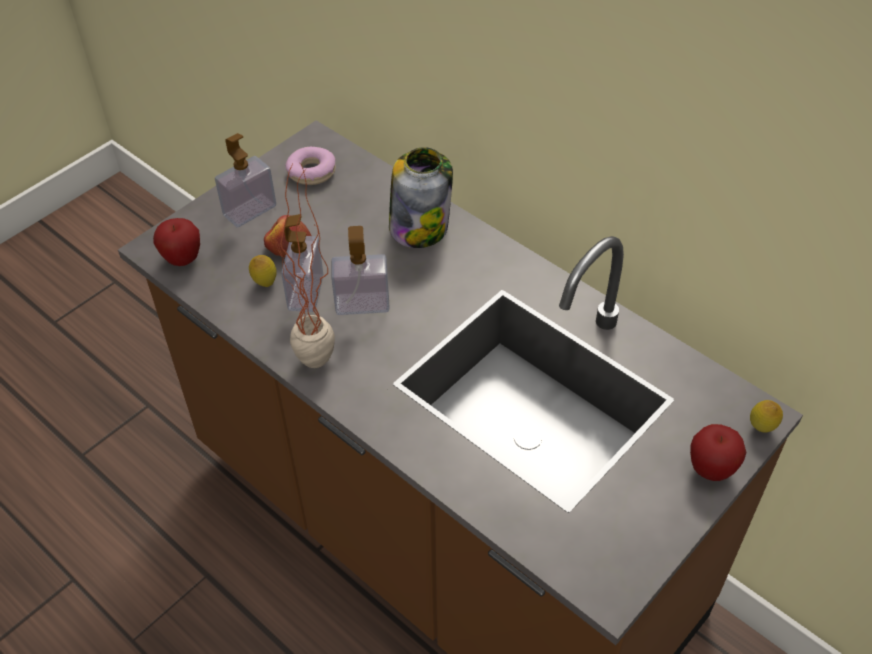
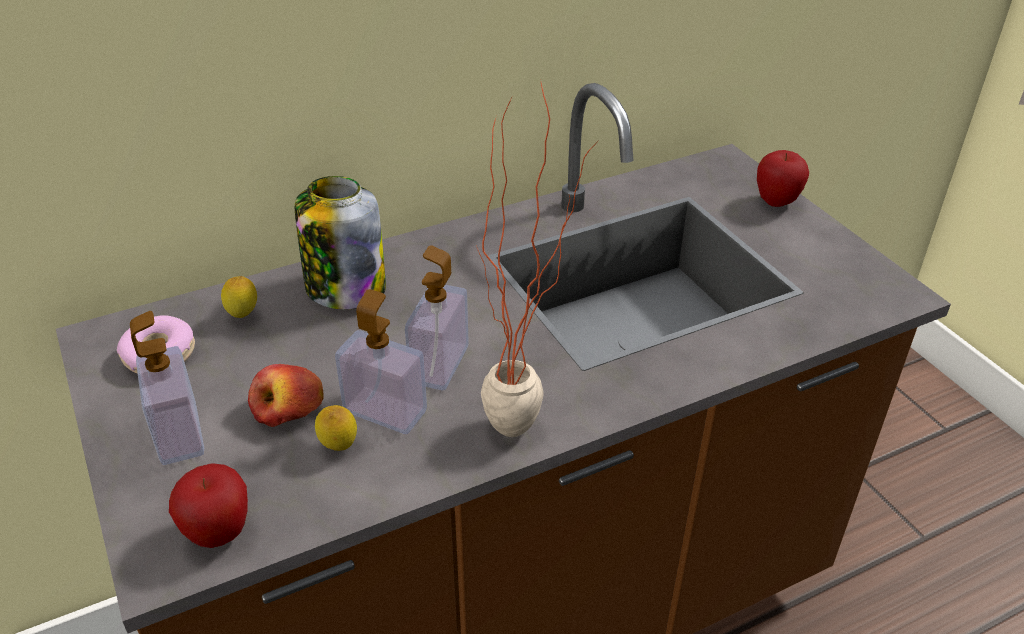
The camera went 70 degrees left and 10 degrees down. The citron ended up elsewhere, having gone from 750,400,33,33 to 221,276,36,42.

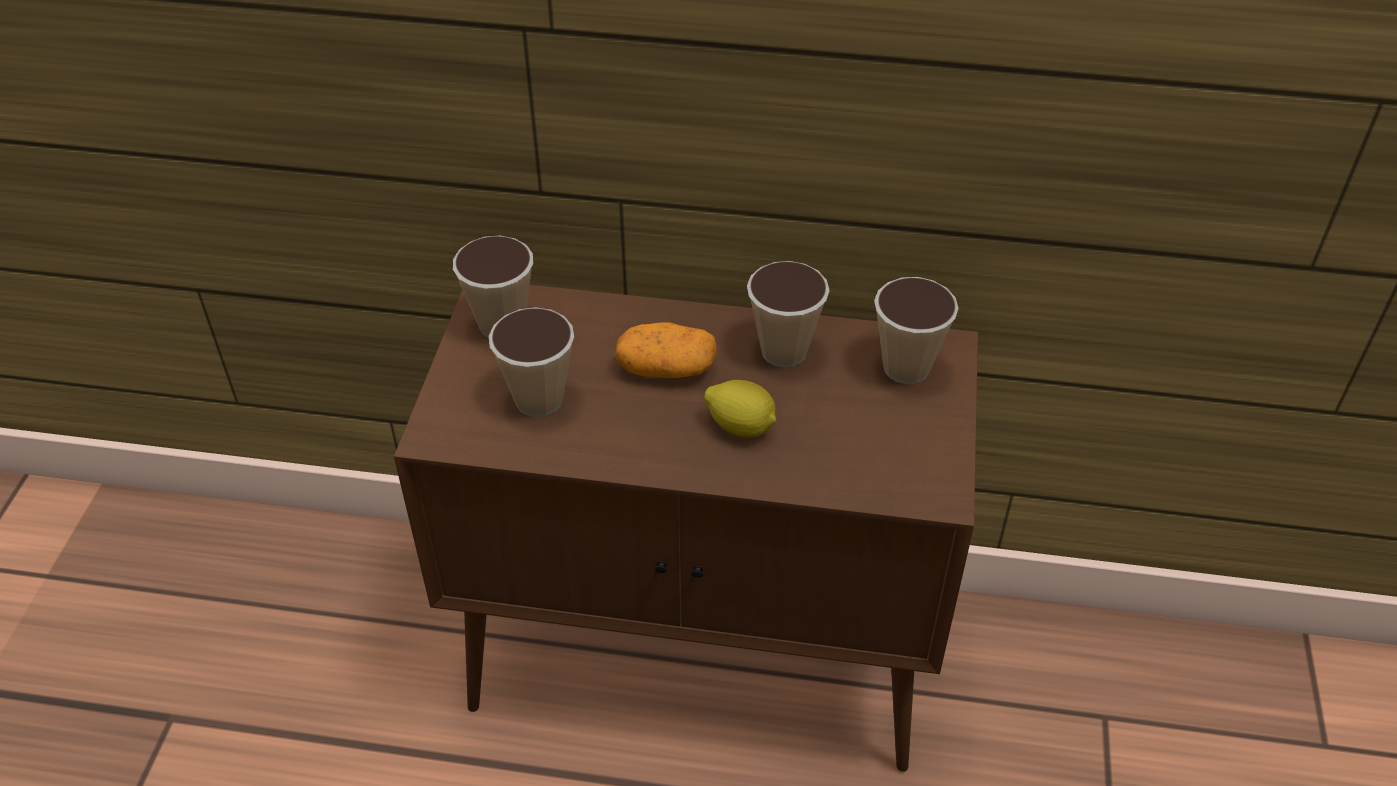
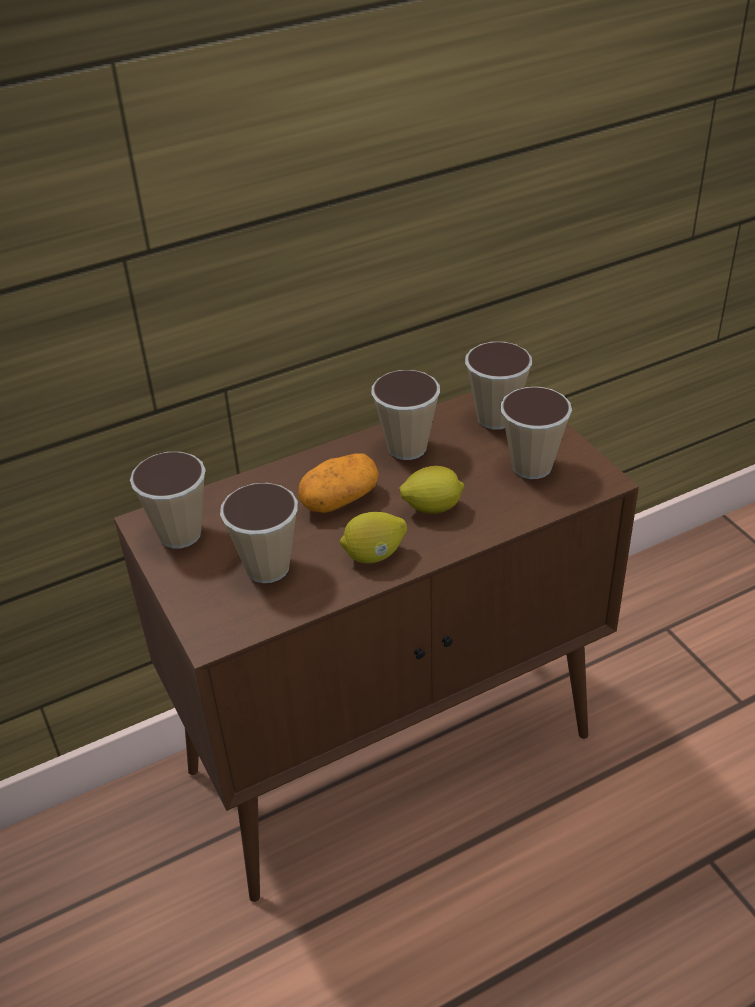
The camera went 35 degrees left and 5 degrees down. The second view gained the citron at 340,512,67,51. The second view gained the tasse at 500,387,72,92.

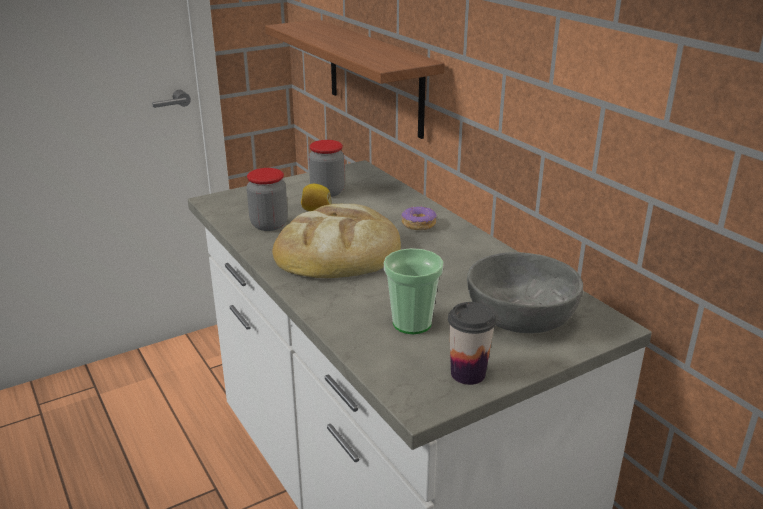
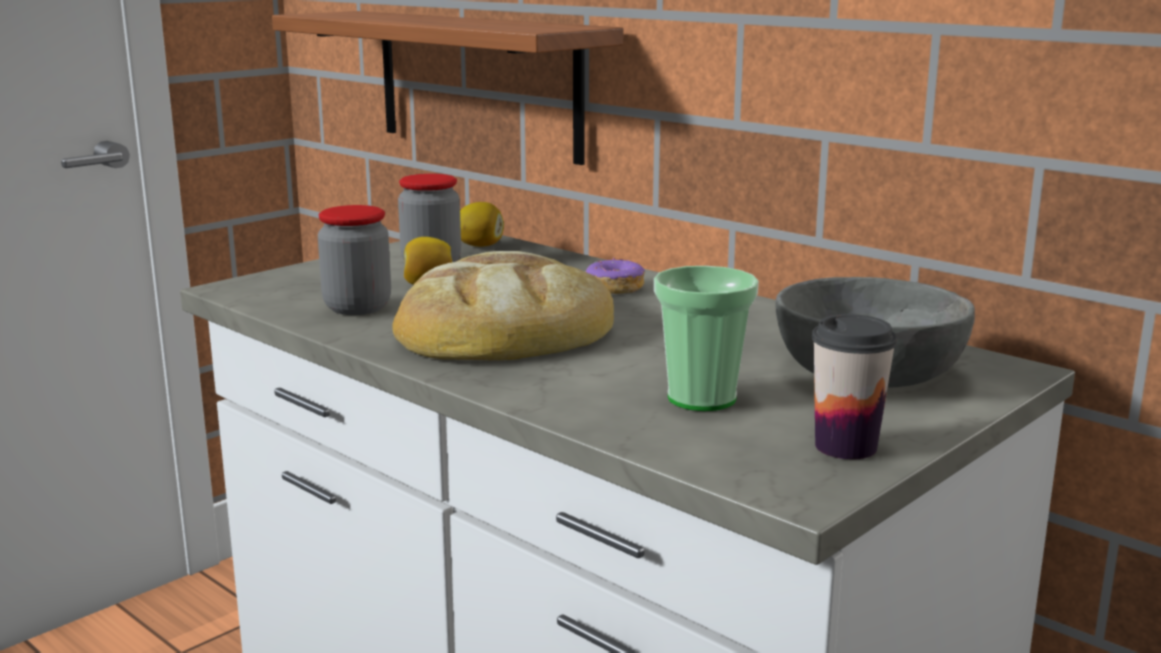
The camera went 15 degrees left and 10 degrees down. The second view gained the citron at 460,202,44,45.

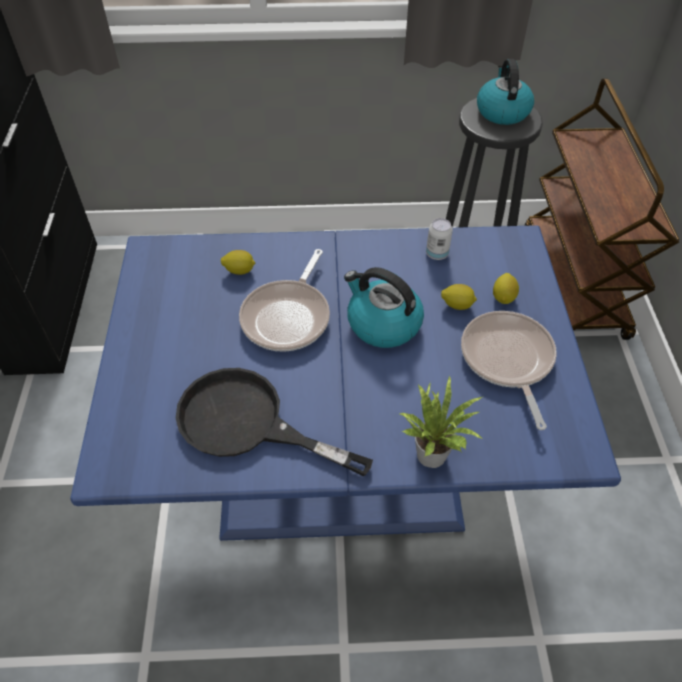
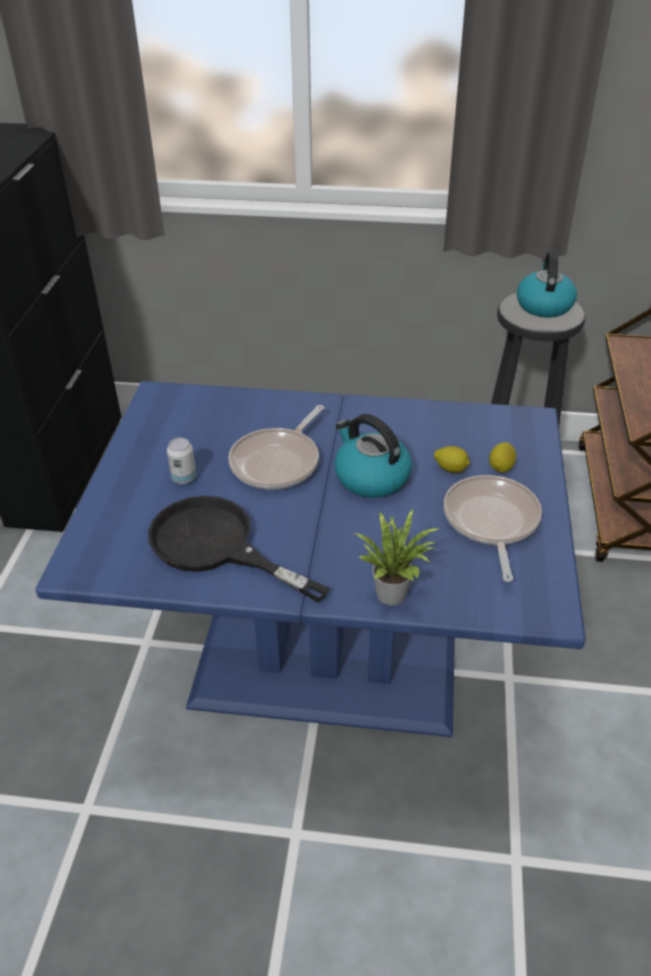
The camera went 10 degrees right and 10 degrees down. The second view lost the citron at 221,250,34,25. The boîte métallique ended up elsewhere, having gone from 426,218,27,42 to 167,438,29,46.

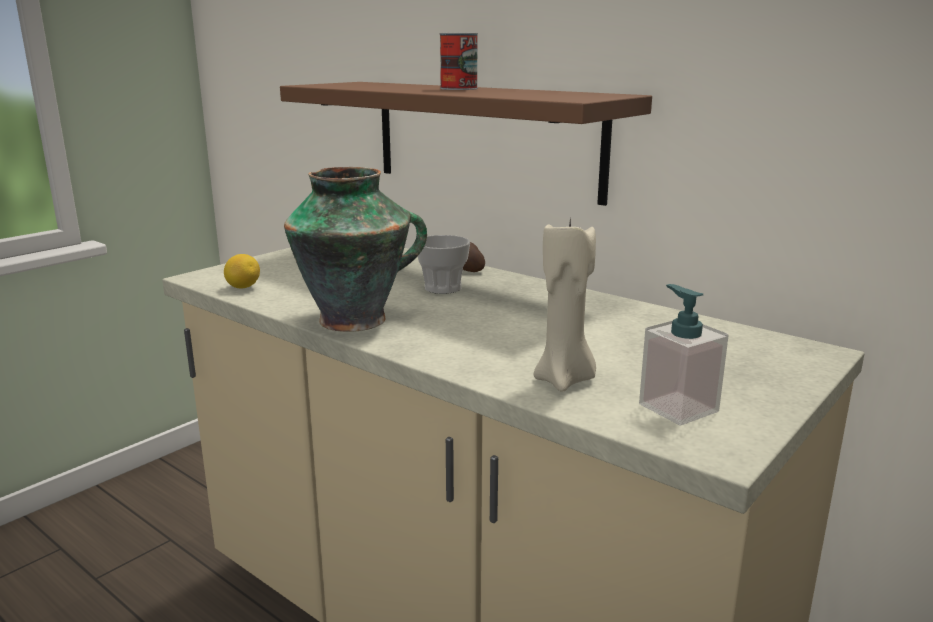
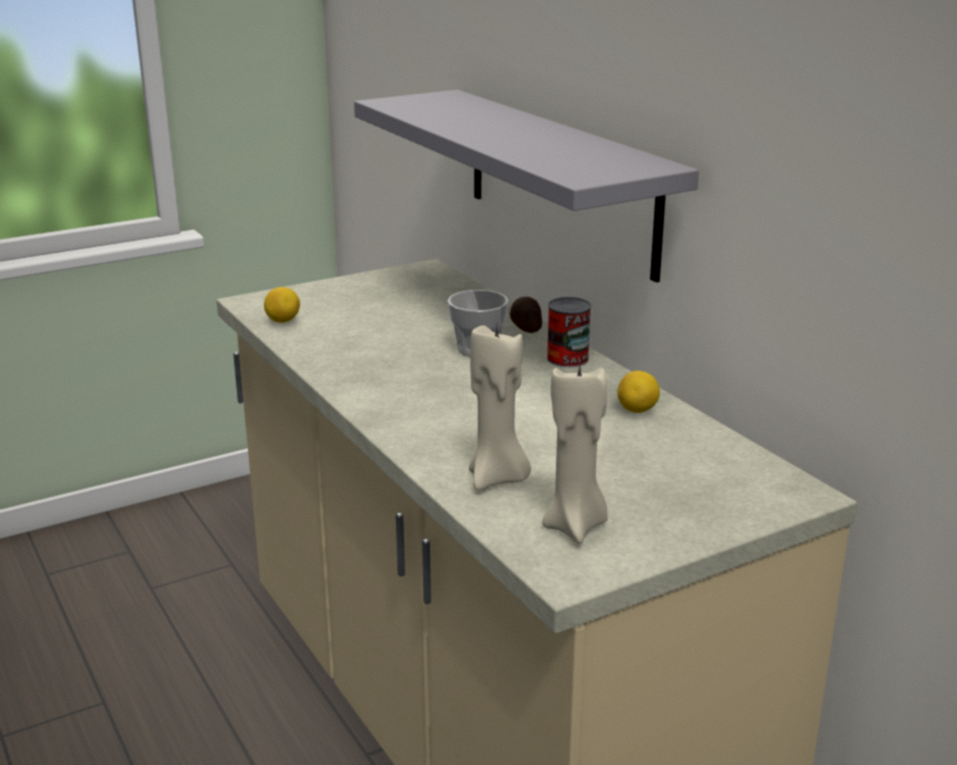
The camera went 20 degrees right and 5 degrees up. The second view lost the vase at 284,167,143,165. The second view gained the citron at 617,371,43,42. The boîte métallique ended up elsewhere, having gone from 439,33,39,57 to 547,297,44,71. Where the distributeur de savon stood at 639,284,90,141, the bougie/beige came to stand at 542,364,66,179. What was the étagère/marron at 280,82,372,124 turned into the étagère/gris at 354,90,345,193.

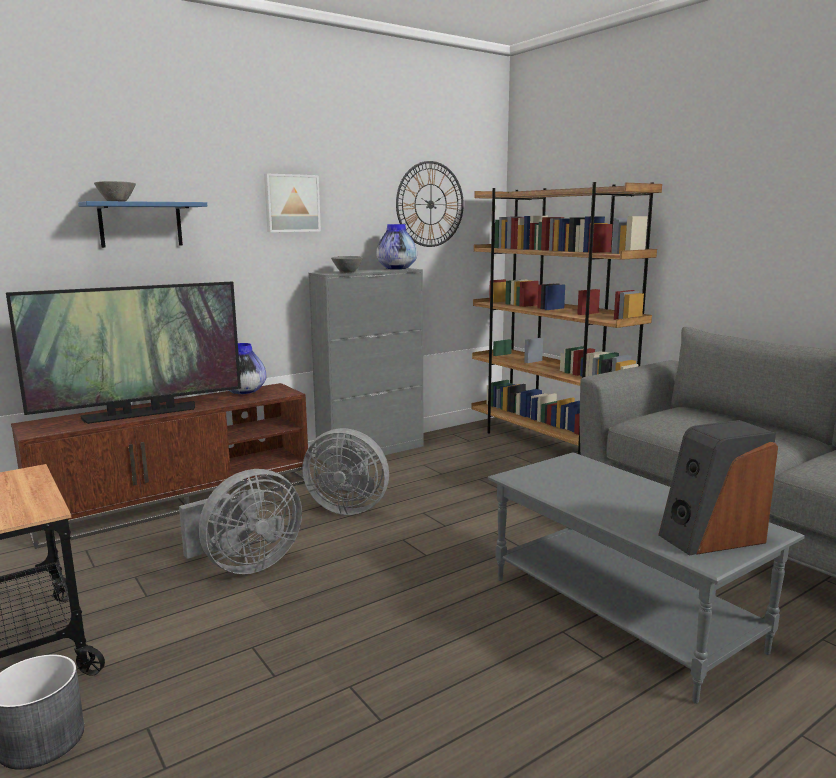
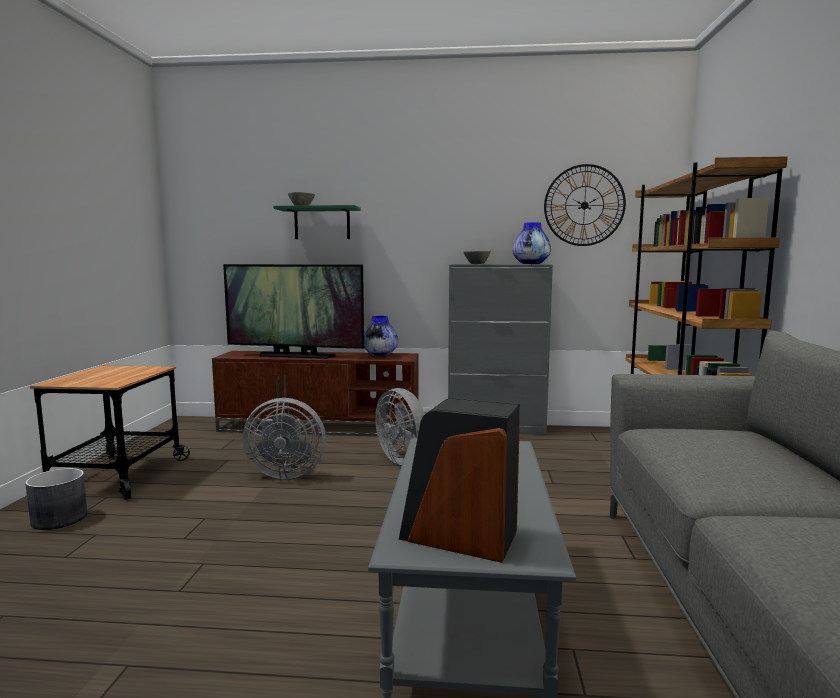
The camera went 40 degrees right and 5 degrees down. The second view lost the tableau at 264,174,57,58. What was the étagère/bleu at 78,201,129,47 turned into the étagère/vert at 273,205,88,34.

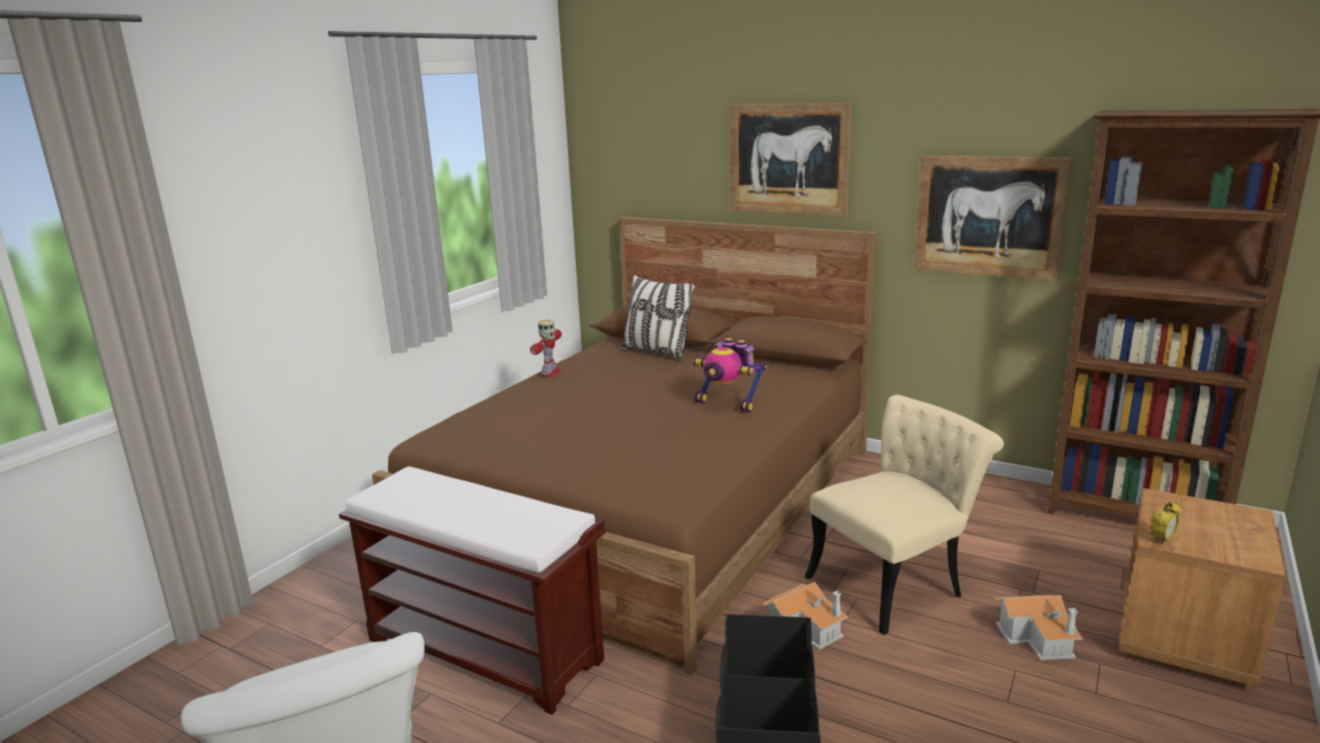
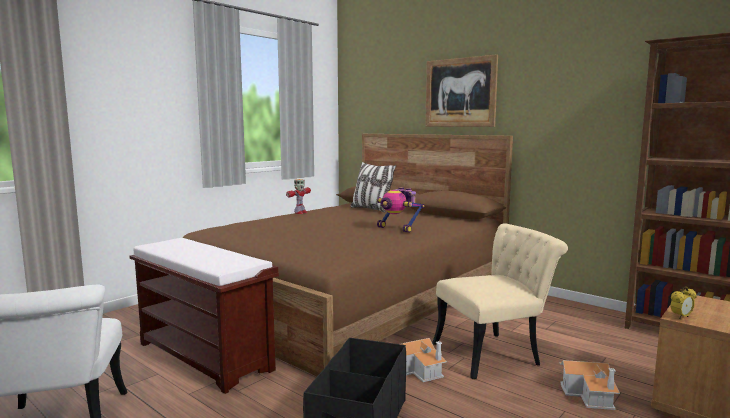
The camera went 10 degrees right and 10 degrees down. The second view lost the tableau at 914,155,158,126.

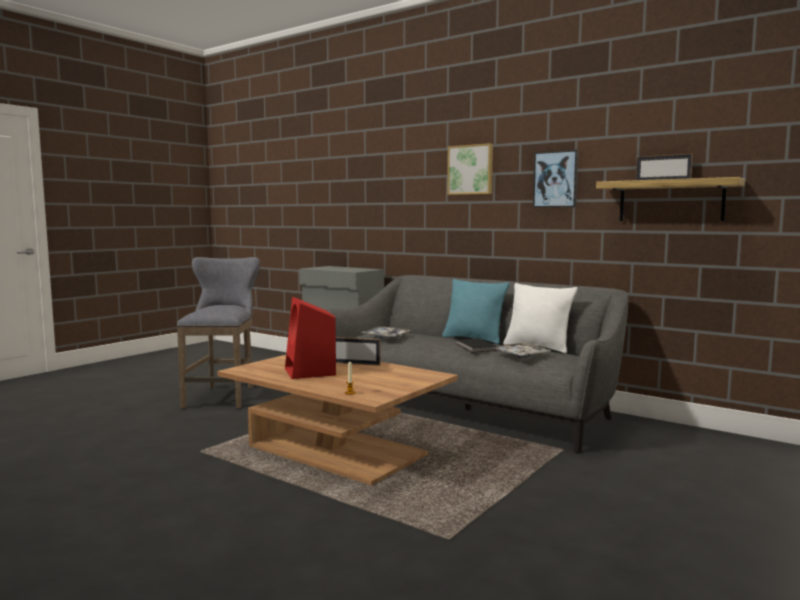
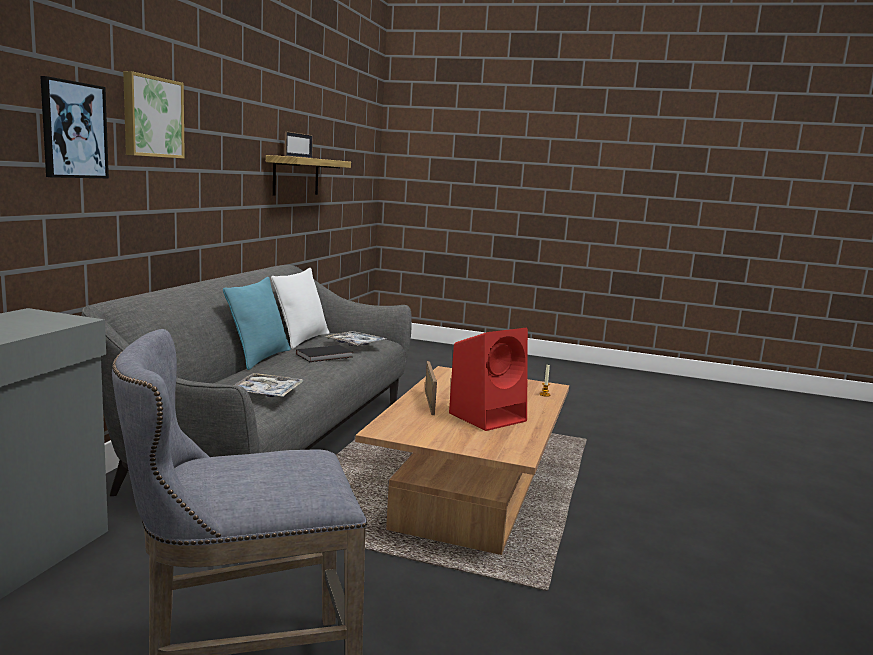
The camera went 110 degrees left and 5 degrees up. The tableau ended up elsewhere, having gone from 533,150,45,58 to 40,76,69,102.

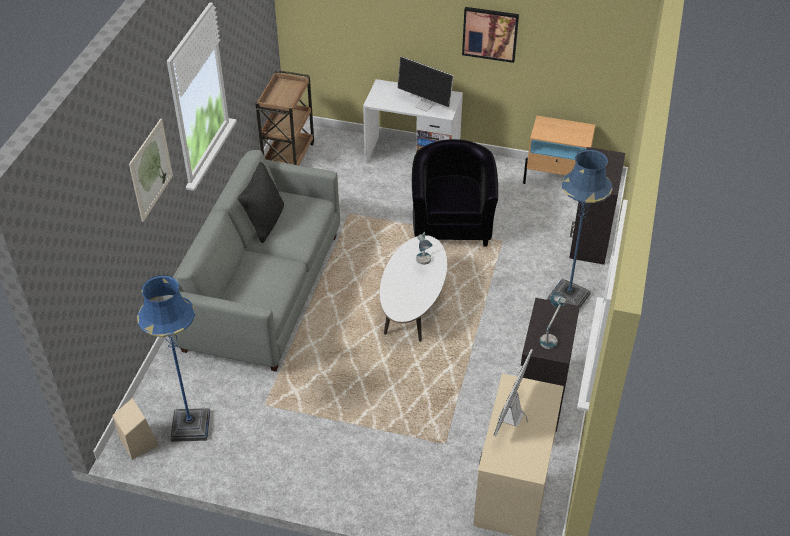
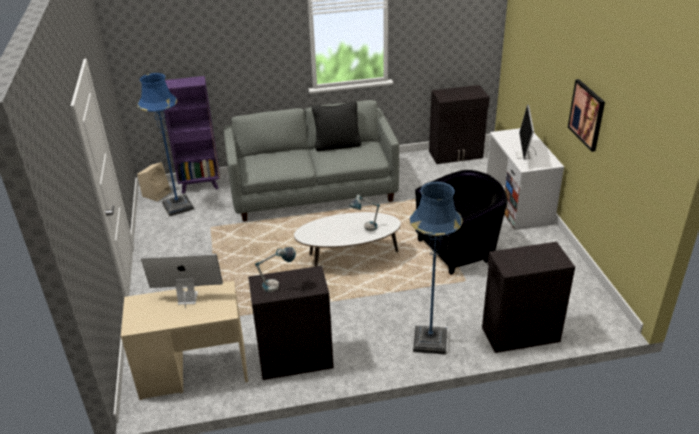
The camera went 65 degrees right and 10 degrees down. The second view lost the tableau at 129,118,44,104. The second view lost the table de chevet/beige at 523,116,72,68. The second view gained the bibliothèque/violet at 164,76,56,118. Where the chariot/marron stood at 255,70,59,95, the meuble de rangement/noir came to stand at 429,85,61,79.

